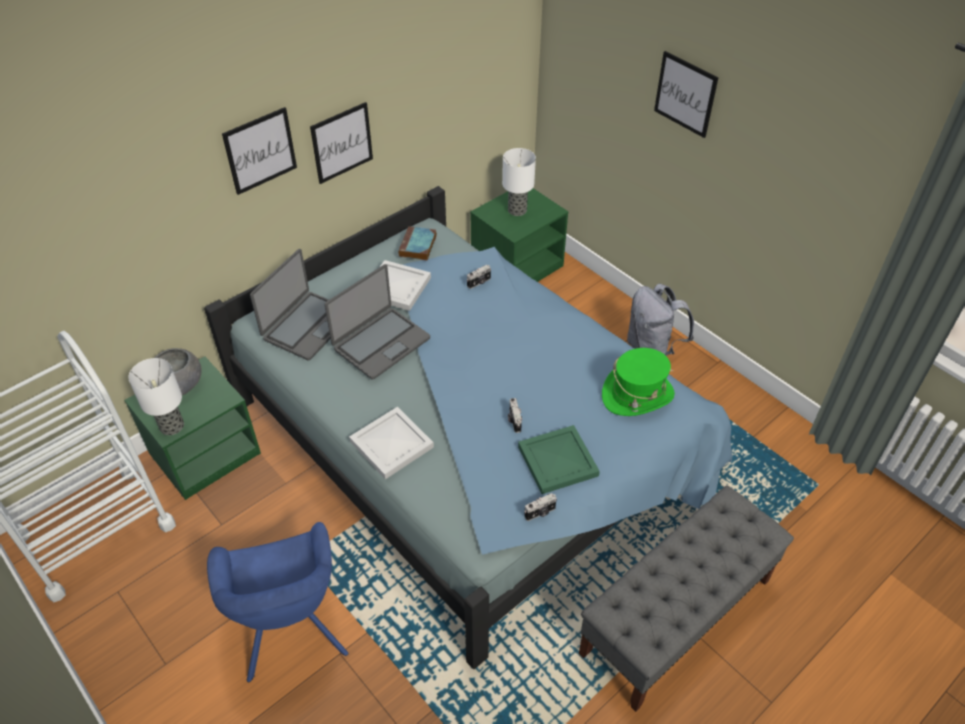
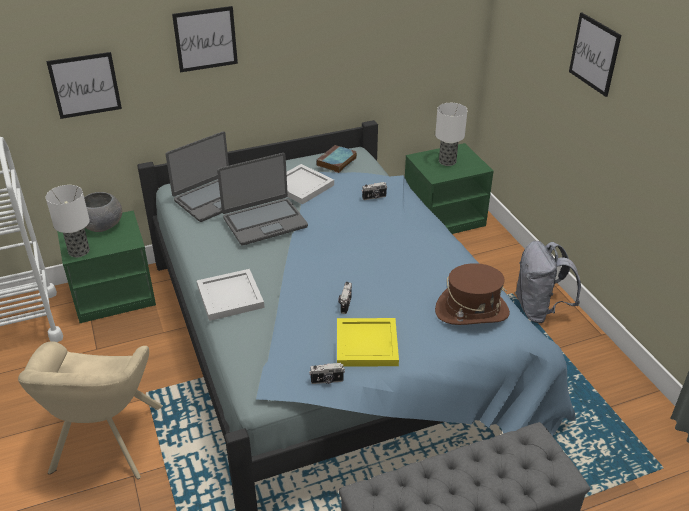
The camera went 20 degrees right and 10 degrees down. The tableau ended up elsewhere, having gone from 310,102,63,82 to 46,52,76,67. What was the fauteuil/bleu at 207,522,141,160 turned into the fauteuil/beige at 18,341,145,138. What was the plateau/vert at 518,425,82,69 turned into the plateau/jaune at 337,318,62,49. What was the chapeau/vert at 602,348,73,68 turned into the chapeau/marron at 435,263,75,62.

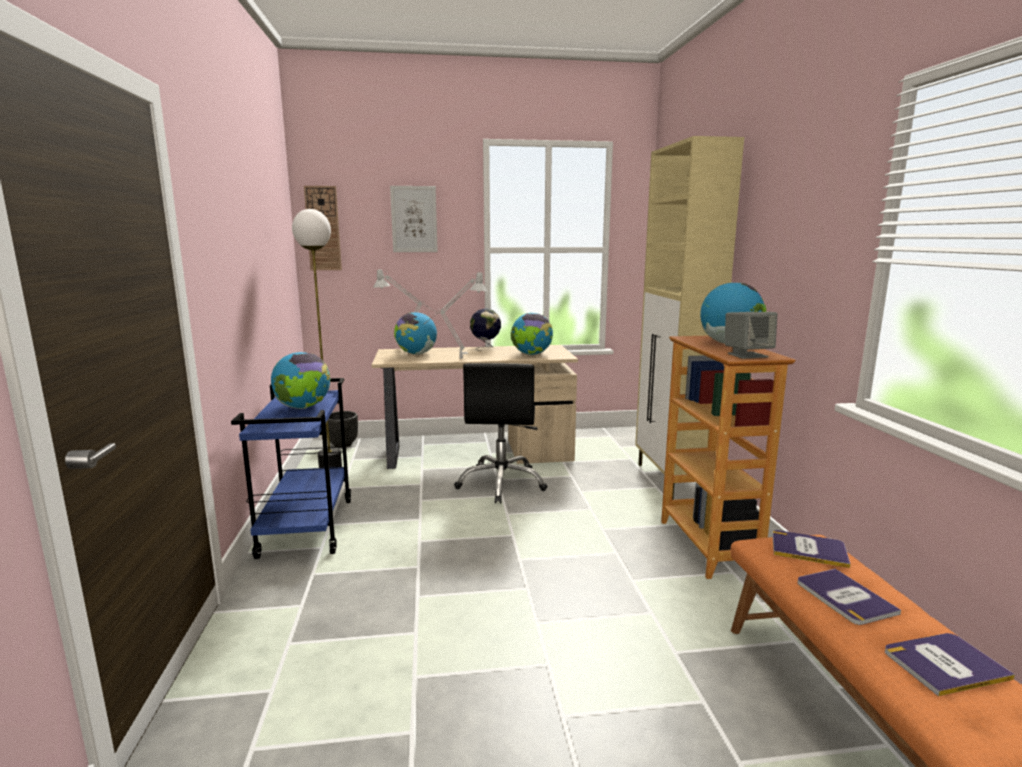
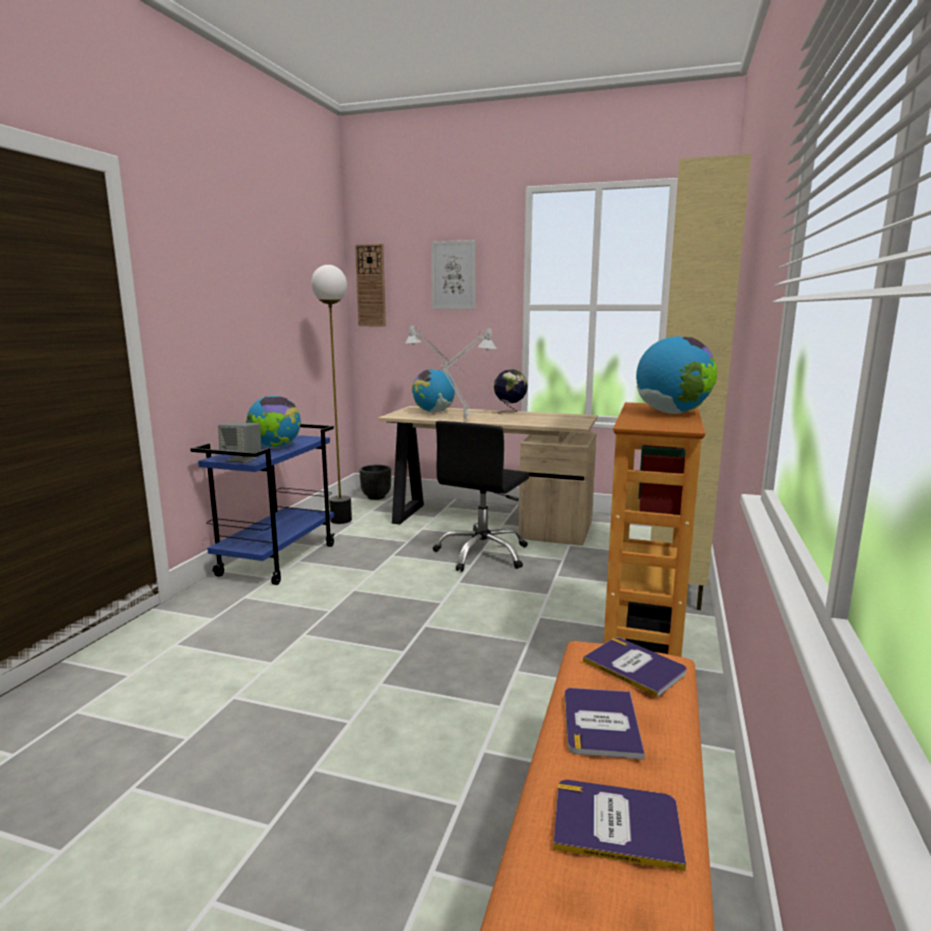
The camera went 25 degrees right and 0 degrees up. The second view lost the globe at 511,313,42,42. The enceinte/gris ended up elsewhere, having gone from 724,312,53,47 to 218,422,43,41.

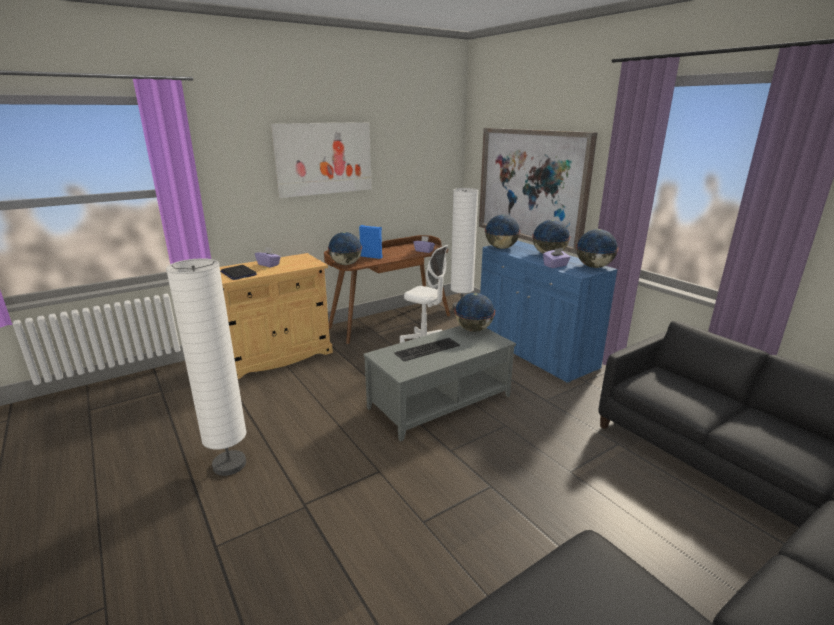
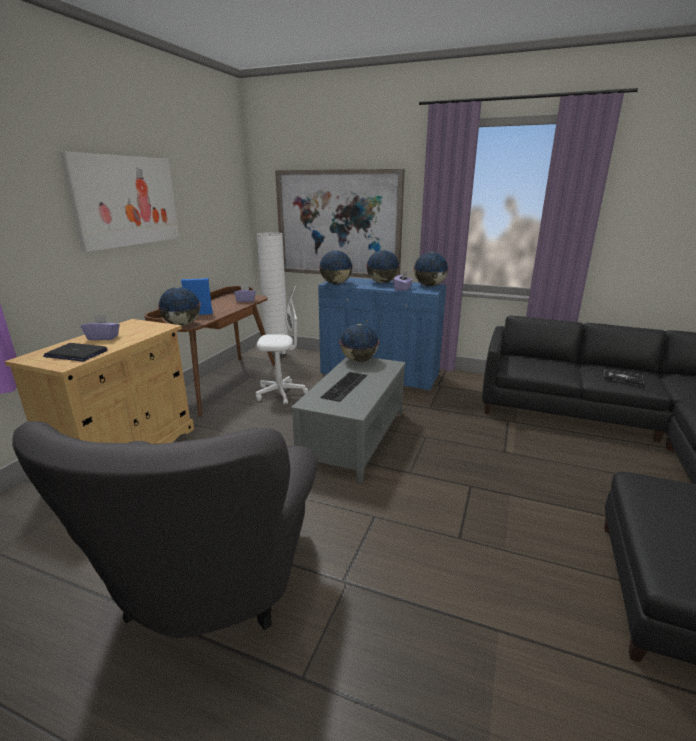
The camera went 35 degrees left and 0 degrees up. The second view gained the livre at 604,369,39,17. Where the lampadaire/blanc stood at 166,258,80,218, the fauteuil/gris came to stand at 12,421,306,217.

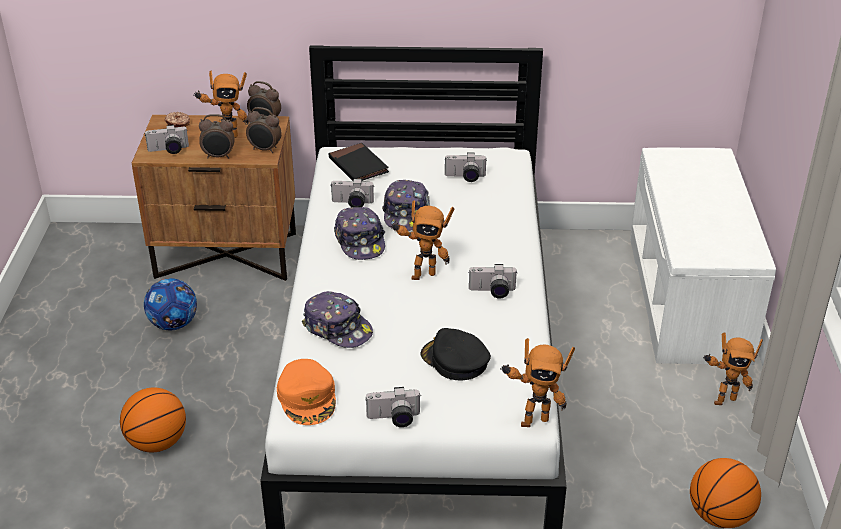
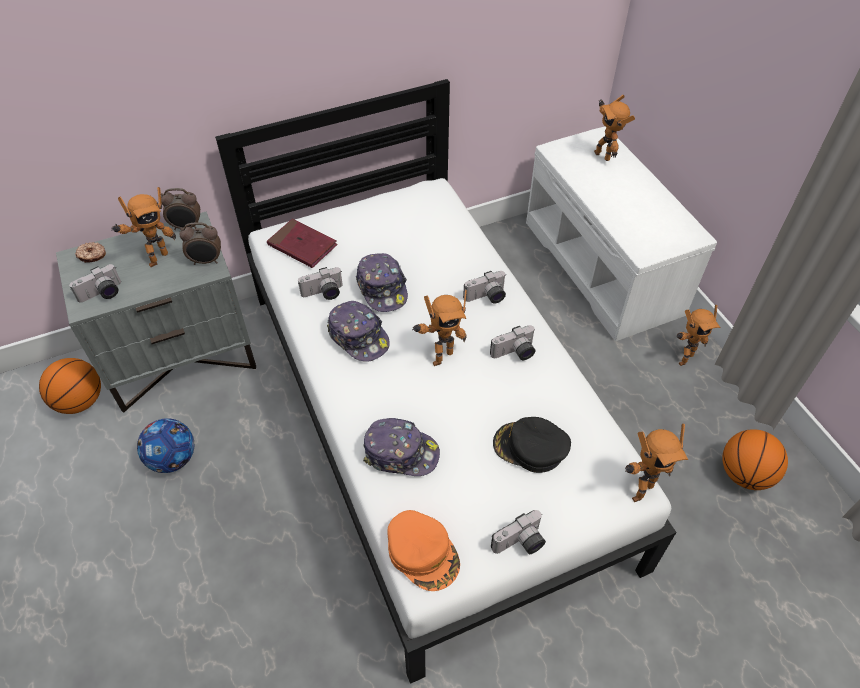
The camera went 25 degrees left and 15 degrees up. The second view lost the réveil at 199,114,35,45. The second view gained the robot jouet at 594,95,41,66. The ballon de basket ended up elsewhere, having gone from 120,387,66,65 to 39,358,62,56. The appareil photo ended up elsewhere, having gone from 444,153,43,29 to 463,271,43,33. What was the table de chevet/marron at 132,115,164,166 turned into the table de chevet/gris at 56,212,200,201. What was the livre/noir at 328,143,61,38 turned into the livre/rouge at 267,219,71,49.

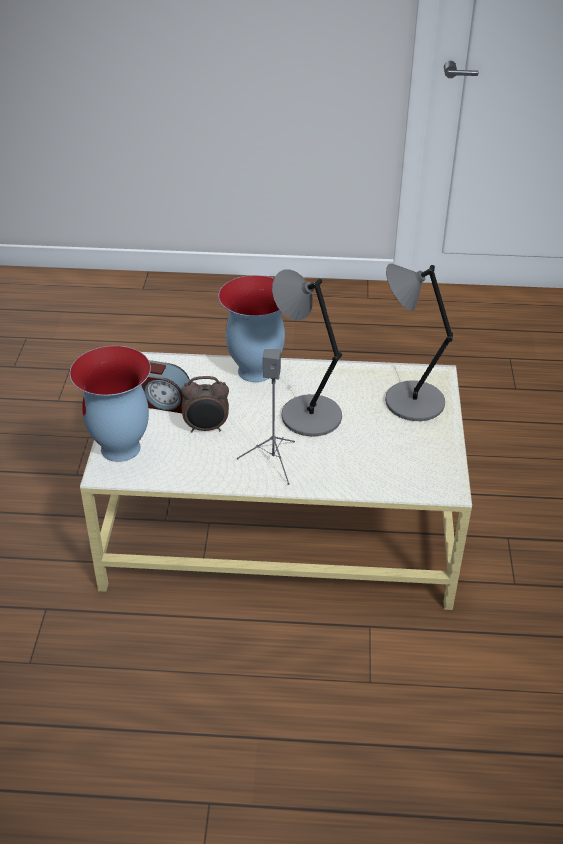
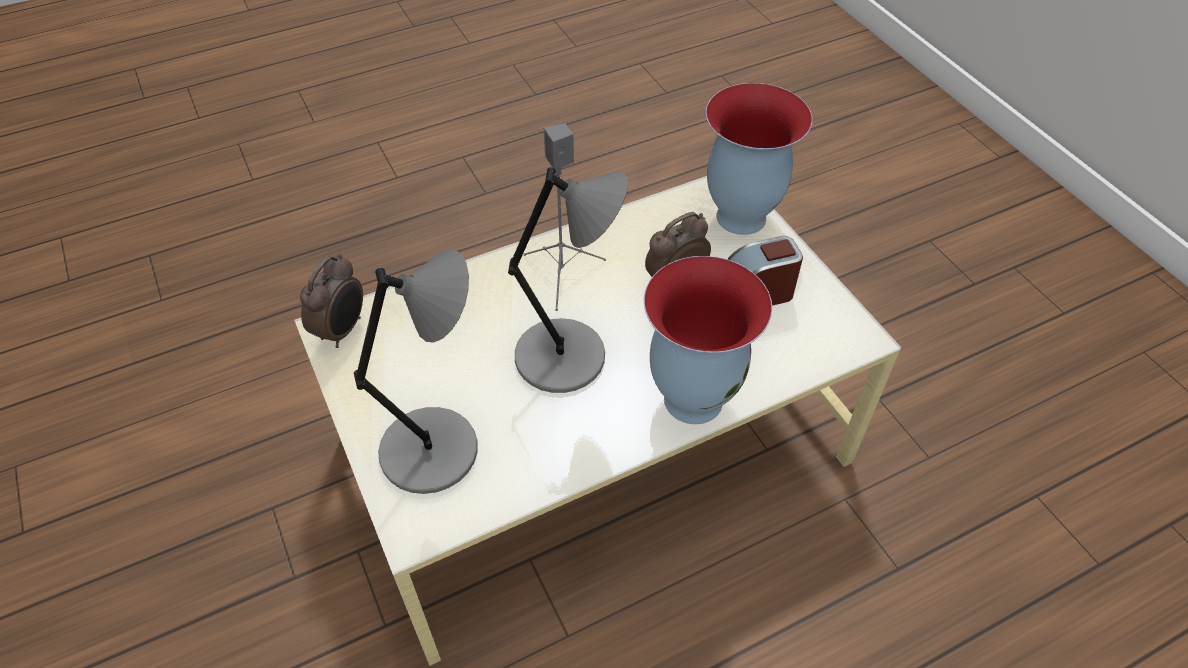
The camera went 150 degrees right and 10 degrees up. The second view gained the réveil at 300,253,63,95.

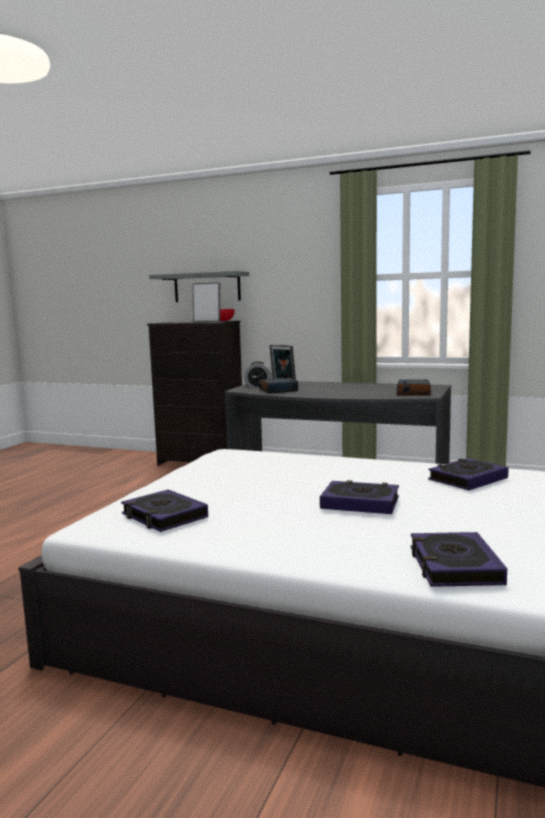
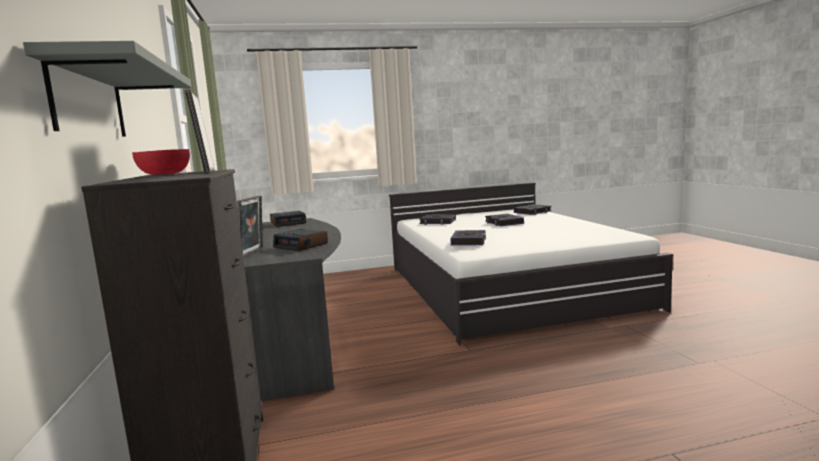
The camera went 125 degrees left and 0 degrees up. The second view lost the réveil at 244,362,28,26. The livre ended up elsewhere, having gone from 121,489,87,43 to 450,230,36,15.

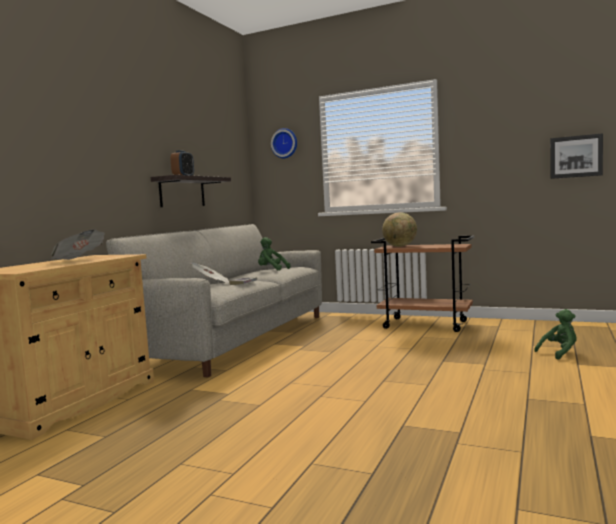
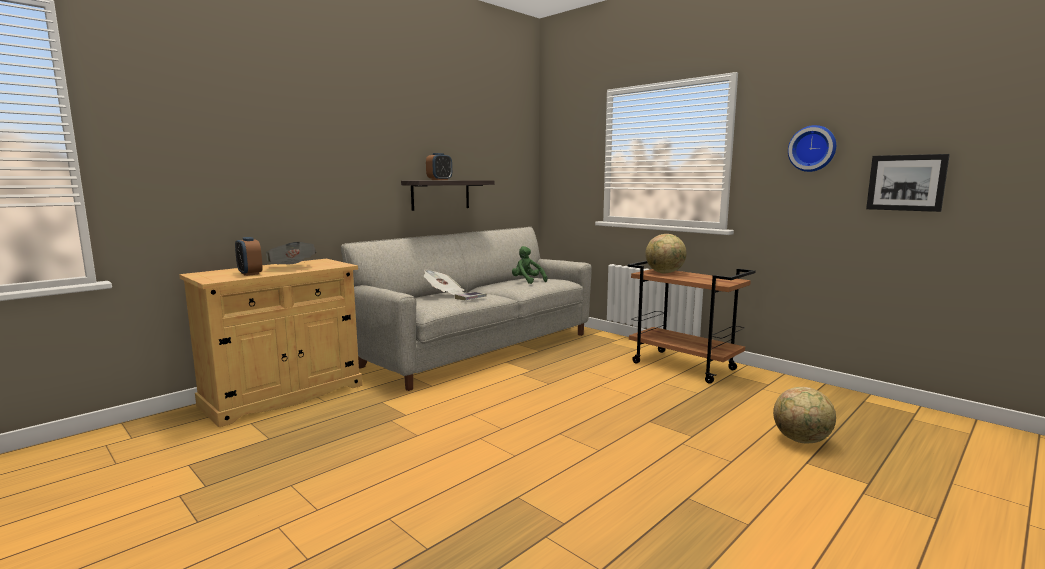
The camera went 20 degrees right and 5 degrees up. The second view gained the réveil at 235,237,27,39. The horloge murale ended up elsewhere, having gone from 271,128,26,30 to 788,125,48,47. Where the peluche/vert stood at 534,309,43,51, the globe came to stand at 773,387,63,56.

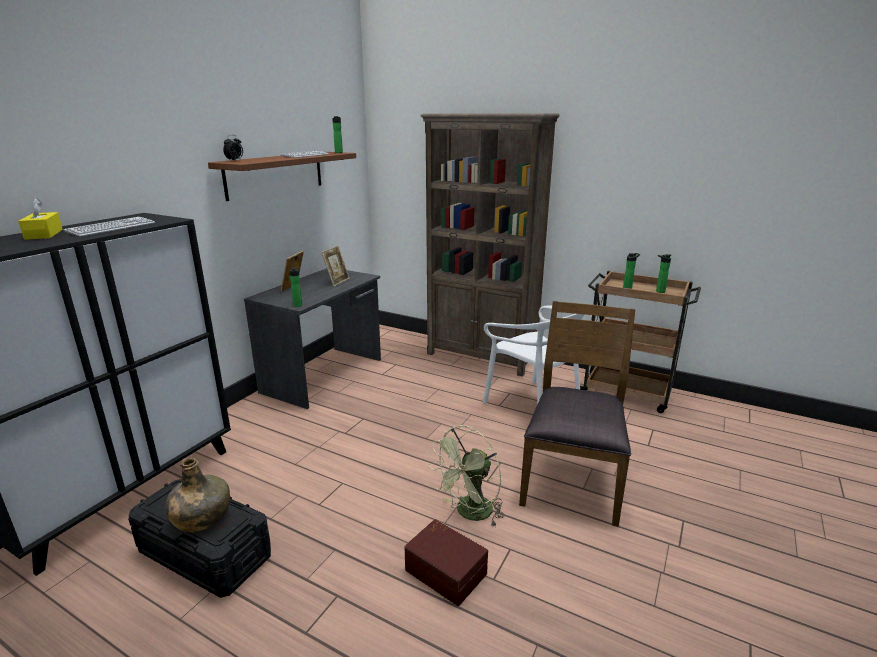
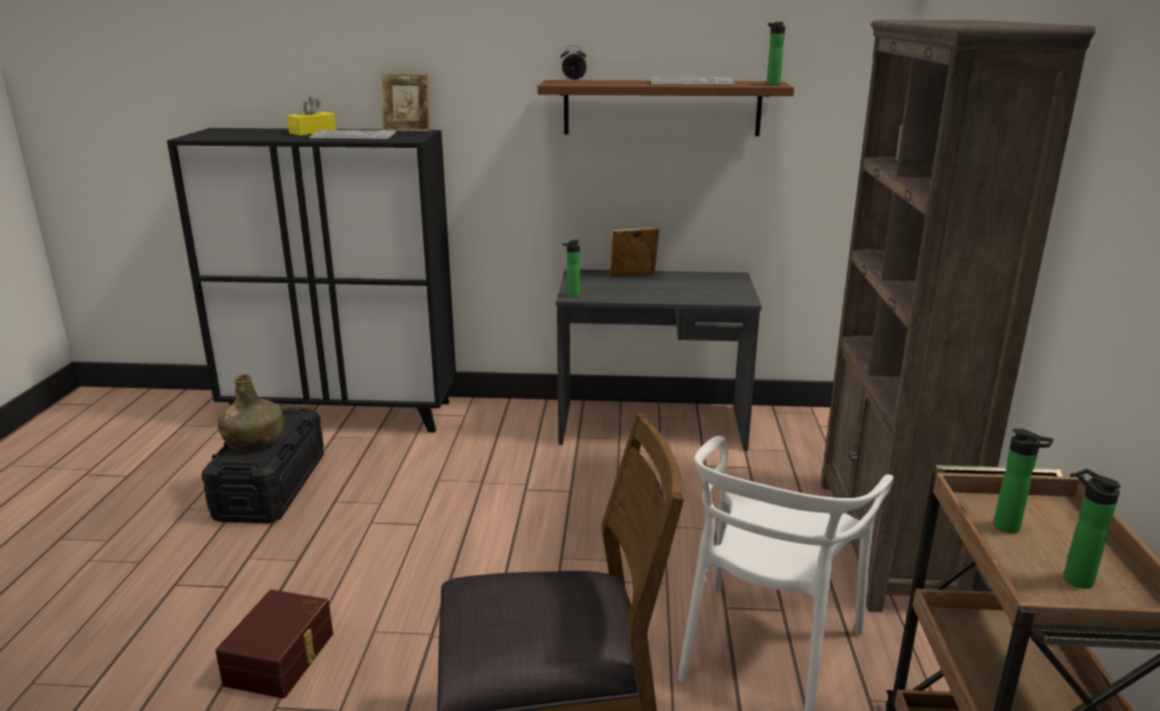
The camera went 65 degrees right and 0 degrees up. The second view lost the ventilateur/vert at 429,425,75,102. The cadre photo ended up elsewhere, having gone from 321,246,28,41 to 380,73,50,58.

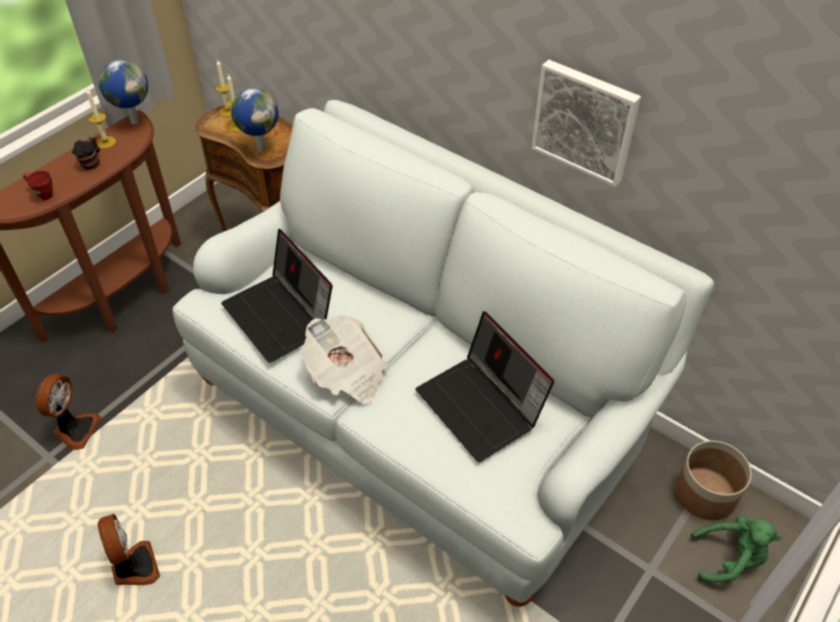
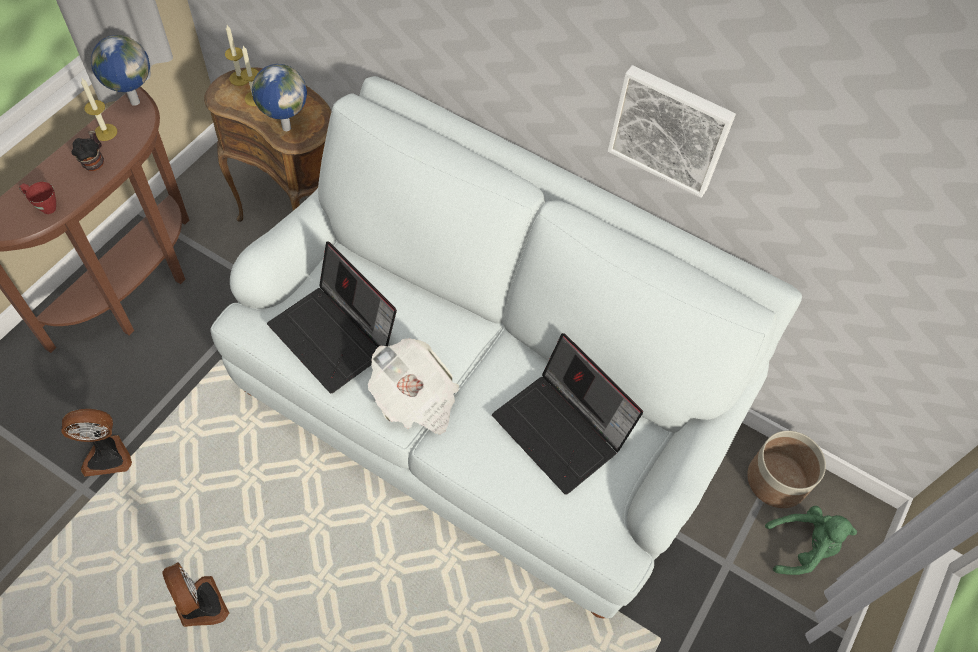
The camera went 10 degrees left and 10 degrees up. The ventilateur at 36,374,65,76 ended up facing another way, 75 degrees clockwise from before.

